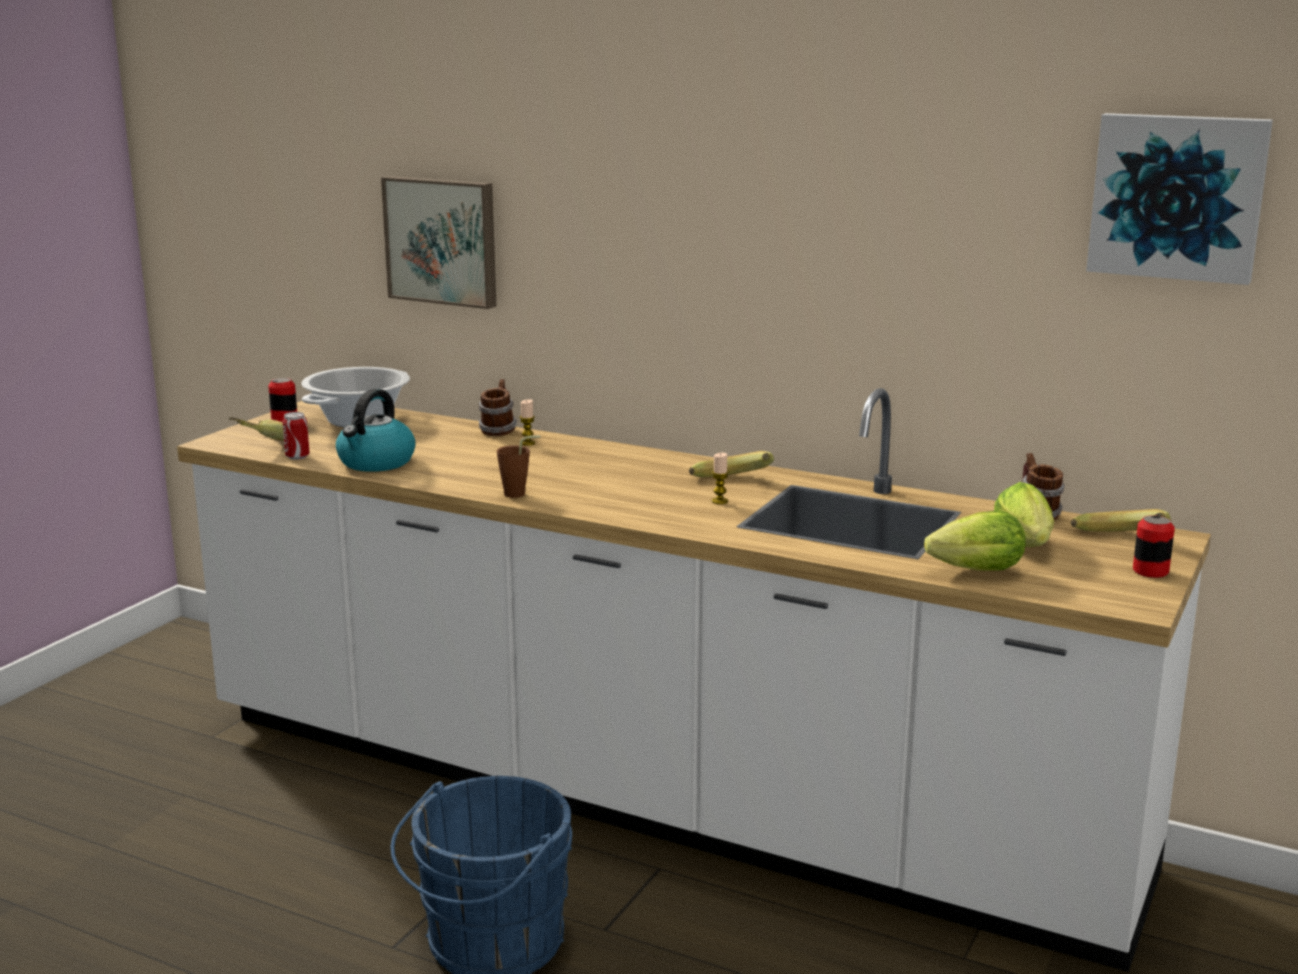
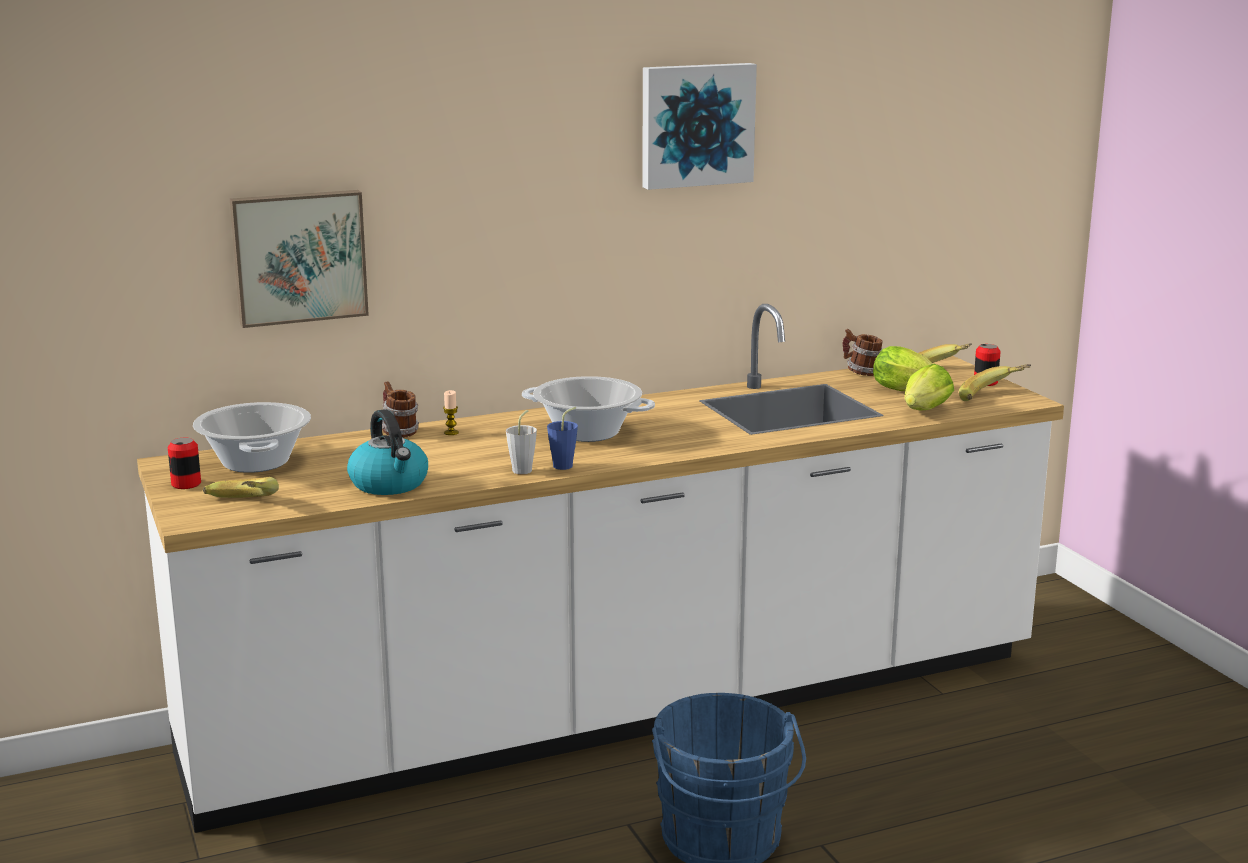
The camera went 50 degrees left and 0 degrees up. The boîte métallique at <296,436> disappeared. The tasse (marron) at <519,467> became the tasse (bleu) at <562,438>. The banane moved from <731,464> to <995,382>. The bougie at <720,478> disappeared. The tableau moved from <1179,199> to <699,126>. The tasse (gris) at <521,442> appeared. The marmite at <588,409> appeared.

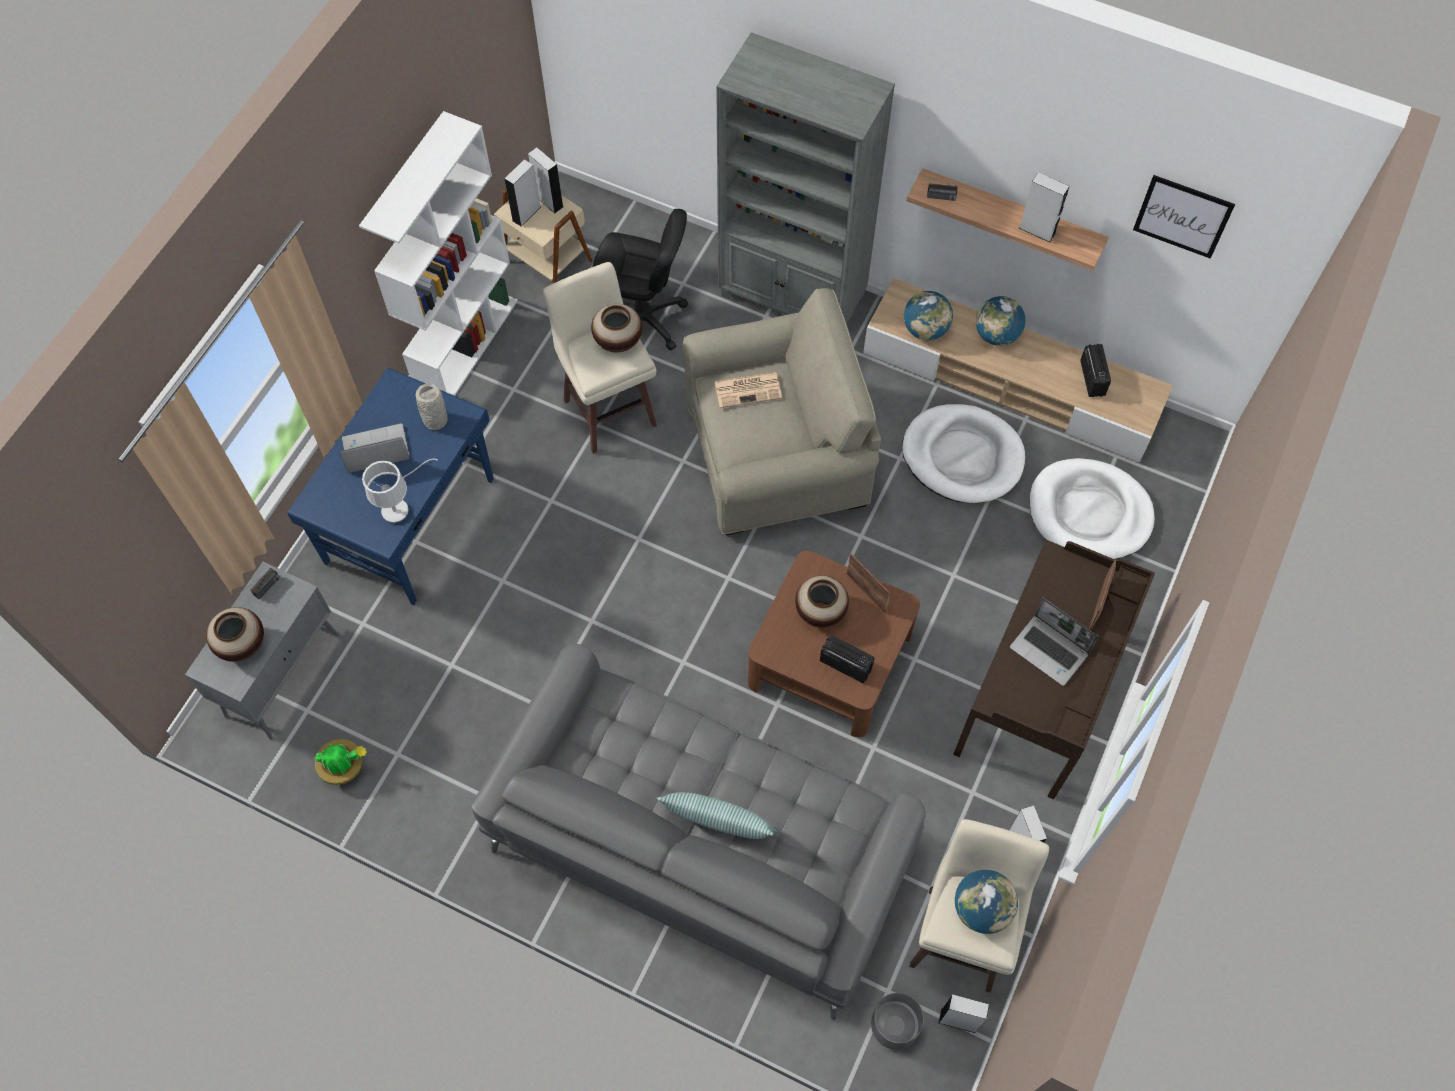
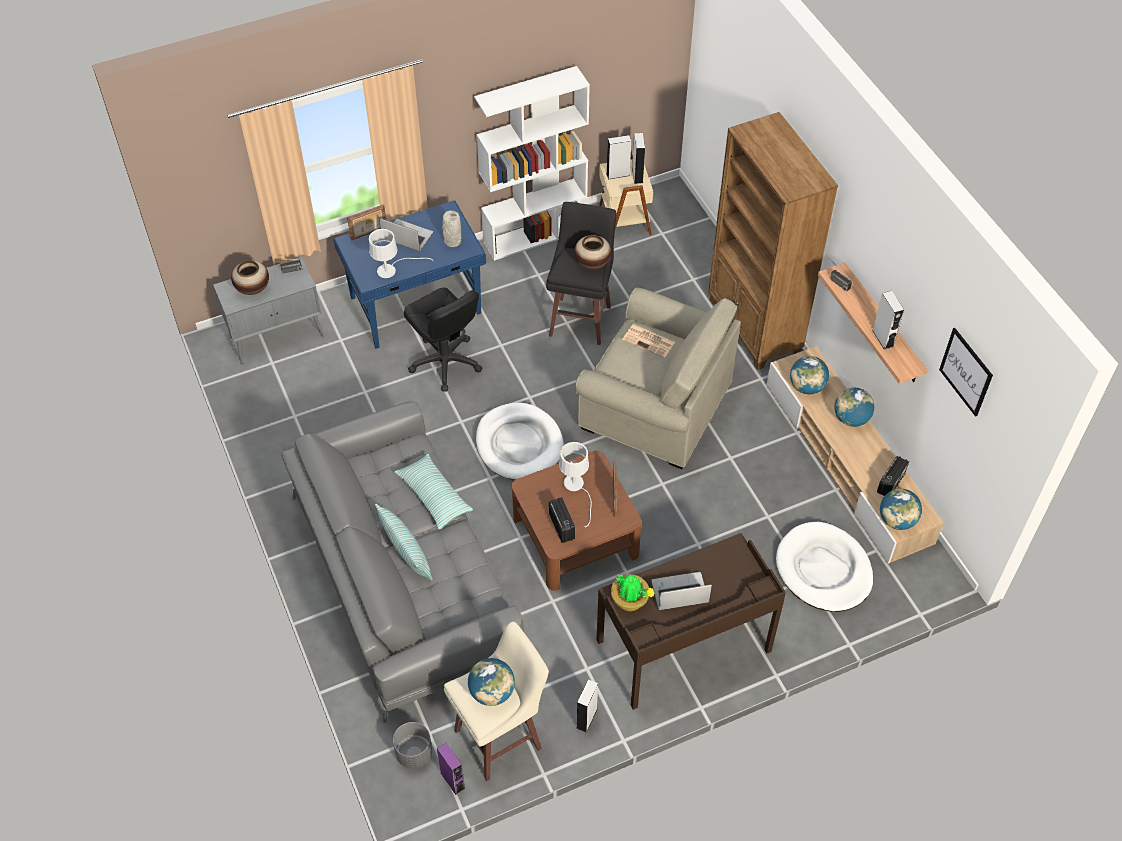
The camera went 40 degrees right and 10 degrees down. The plante en pot moved from <340,762> to <633,592>. The tabouret (beige) at <600,358> became the tabouret (noir) at <581,273>. The chaise de bureau (noir) moved from <640,279> to <443,340>. The bibliothèque (gris) at <805,178> became the bibliothèque (marron) at <773,241>. The vase at <822,601> was replaced by the lampe de table (blanc) at <575,484>. The panier pour chien (blanc) moved from <963,453> to <520,441>. The enceinte (gris) at <964,1013> became the enceinte (violet) at <451,769>. The ordinateur portable at <1054,642> turned 90 degrees clockwise. The cadre photo moved from <1102,595> to <366,222>. The coussin at <433,492> appeared. The globe at <901,509> appeared.

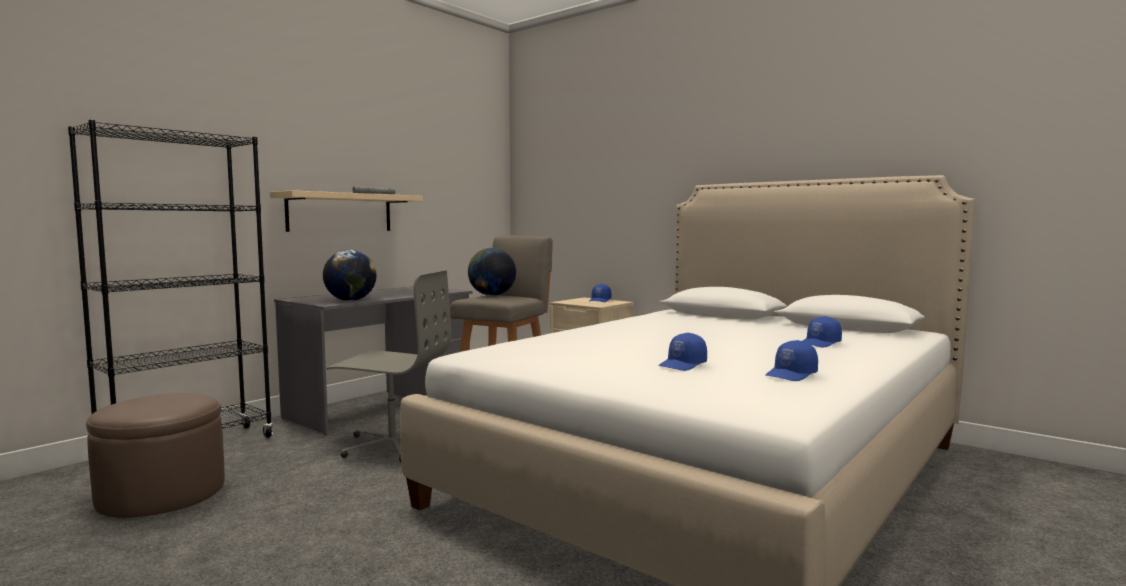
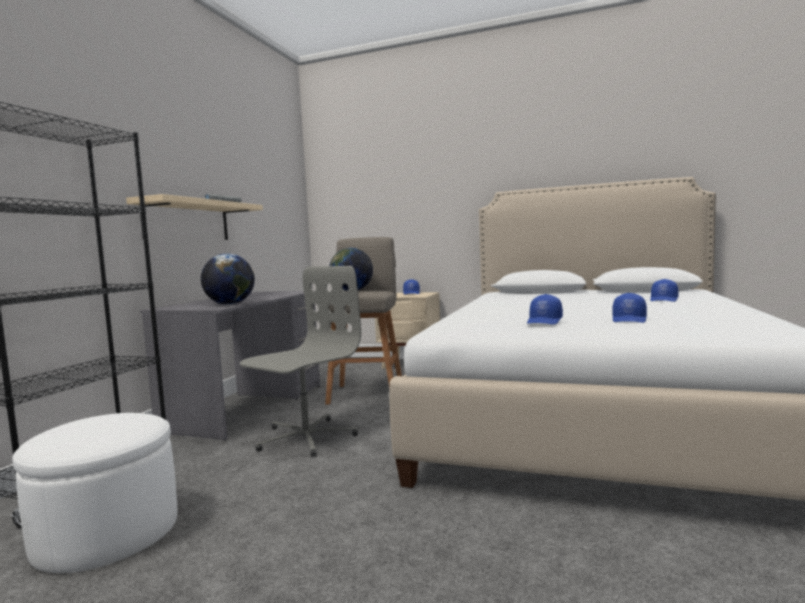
The camera went 20 degrees left and 0 degrees up. The pouf (marron) at <155,455> became the pouf (blanc) at <94,493>. The chaise de bureau (gris) at <388,366> turned 45 degrees counterclockwise. The casquette (bleu) moved from <791,360> to <545,309>.

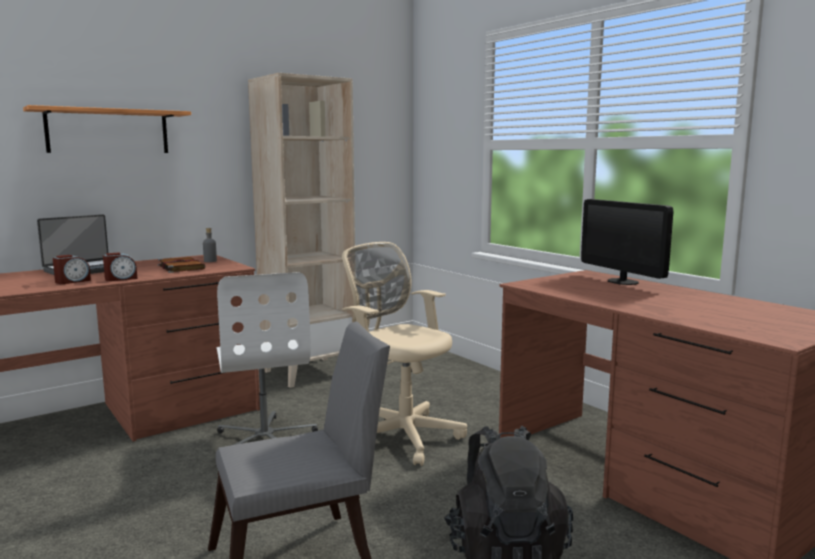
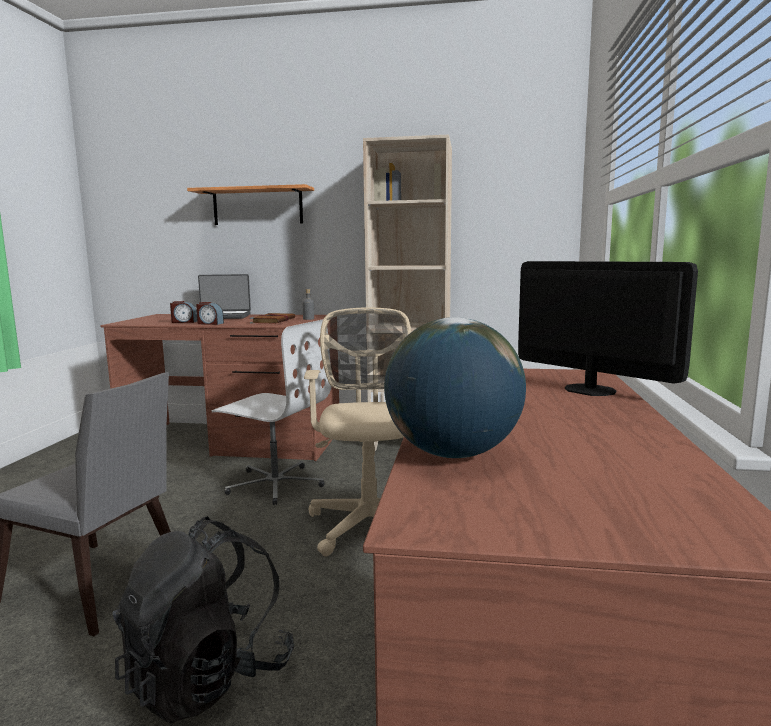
The camera went 45 degrees right and 0 degrees up. The chaise de bureau (blanc) at <267,358> turned 90 degrees counterclockwise. The écran d'ordinateur at <627,242> turned 120 degrees clockwise. The globe at <455,387> appeared.

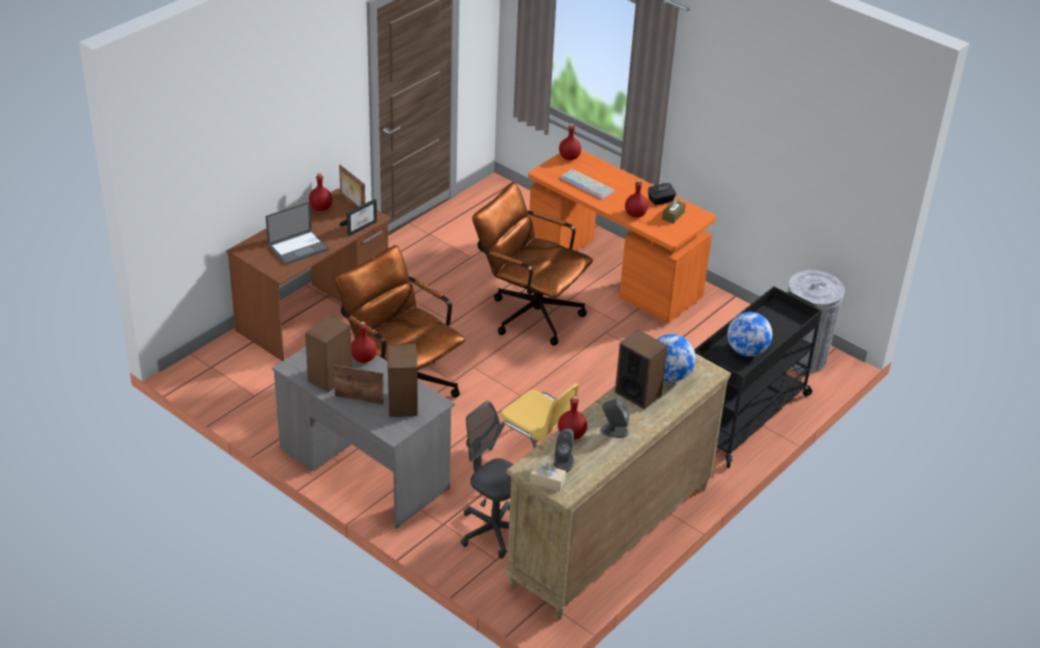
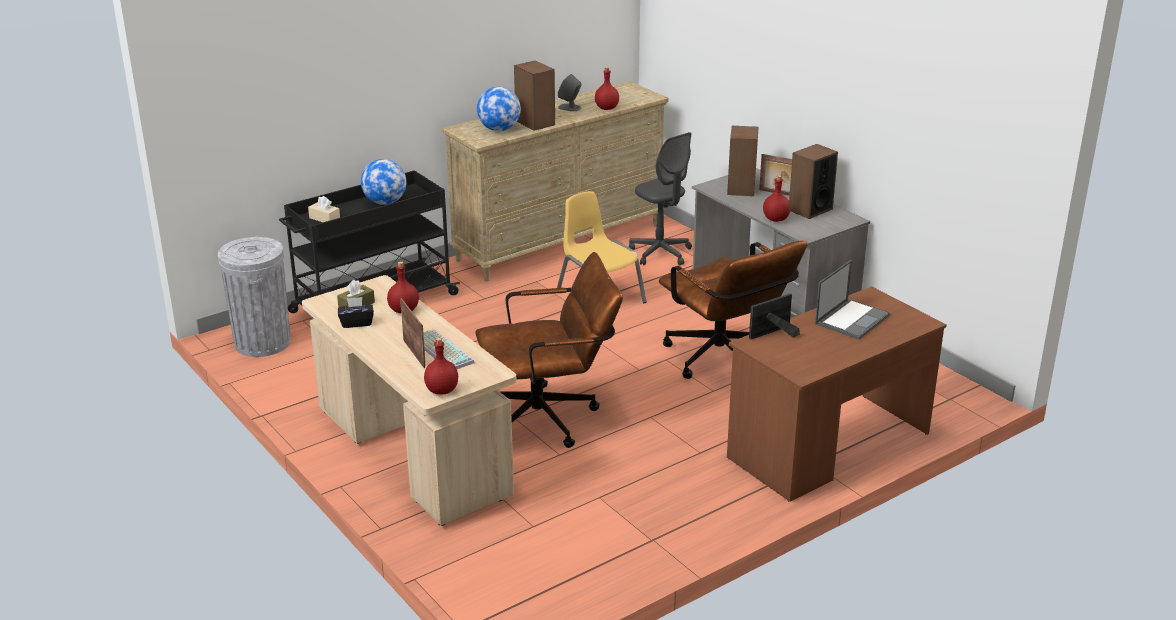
The camera went 165 degrees left and 10 degrees down. The ordinateur portable at <297,233> turned 150 degrees clockwise. The bouteille (rouge) at <320,192> disappeared. The cadre photo moved from <352,186> to <412,333>. The chaise de bureau (marron) at <532,264> turned 60 degrees counterclockwise. The bureau (orange) at <622,236> became the bureau (beige) at <409,400>. The boîte à mouchoirs (beige) moved from <548,477> to <324,209>. The enceinte (gris) at <563,450> disappeared.

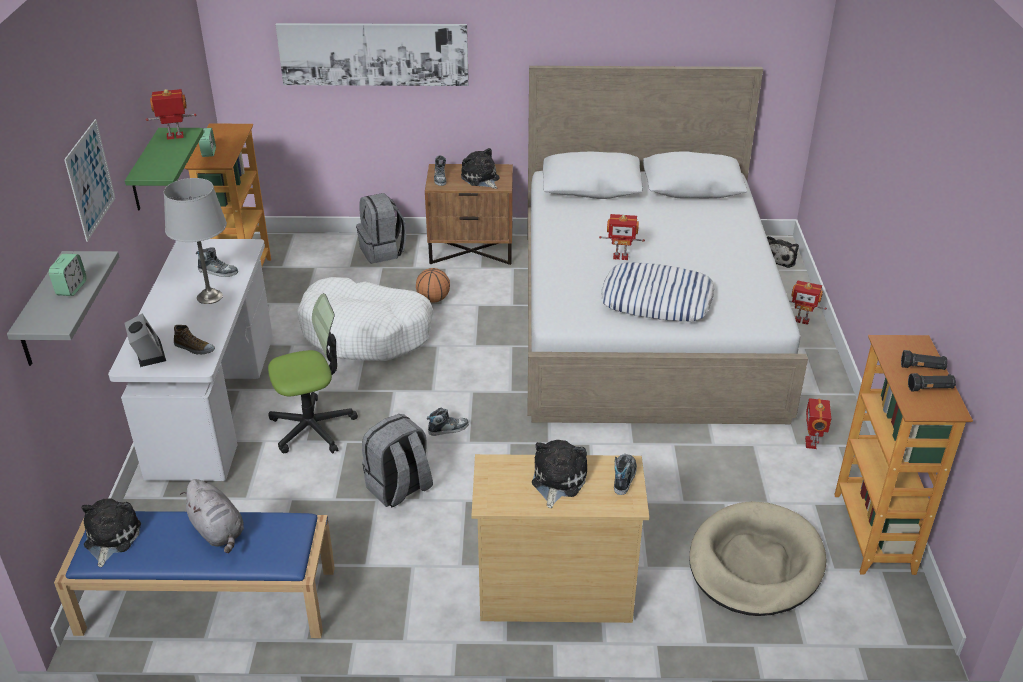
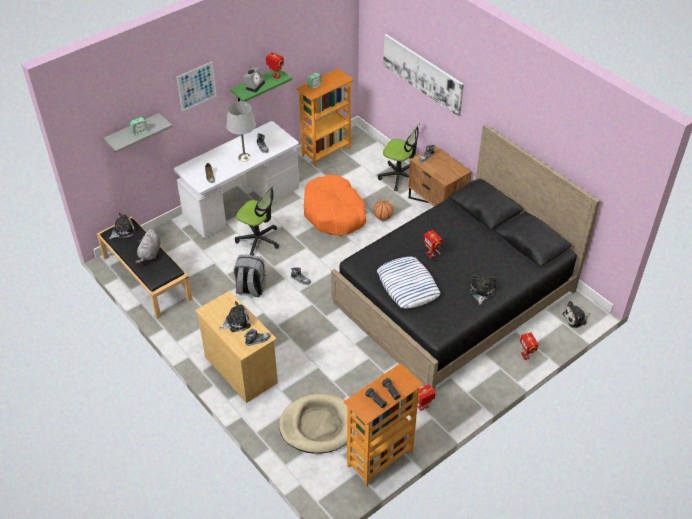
The camera went 50 degrees right and 10 degrees up. The banc (bleu) at <194,574> became the banc (noir) at <145,267>. The réveil moved from <145,340> to <254,80>. The panier pour chien (blanc) at <365,319> became the panier pour chien (orange) at <335,205>. The sac à dos (gris) at <381,228> was replaced by the chaise de bureau at <399,156>. The peluche moved from <480,168> to <483,289>. The lit (blanc) at <667,245> became the lit (noir) at <465,256>.

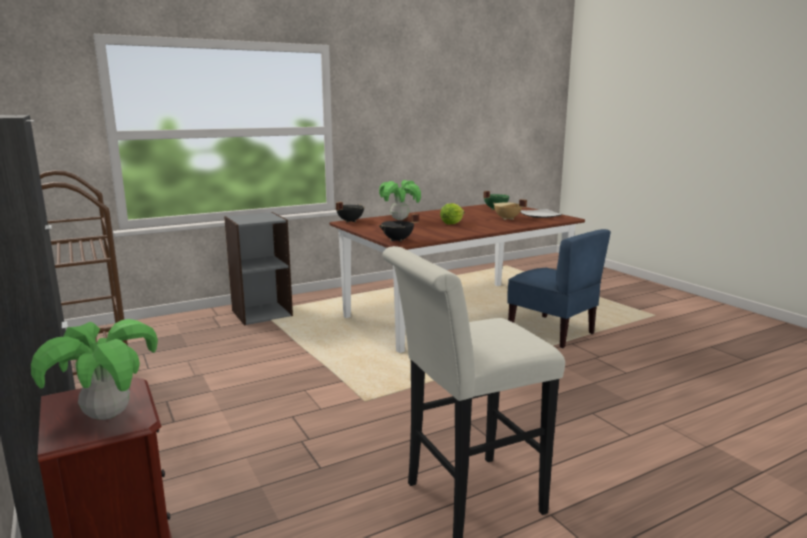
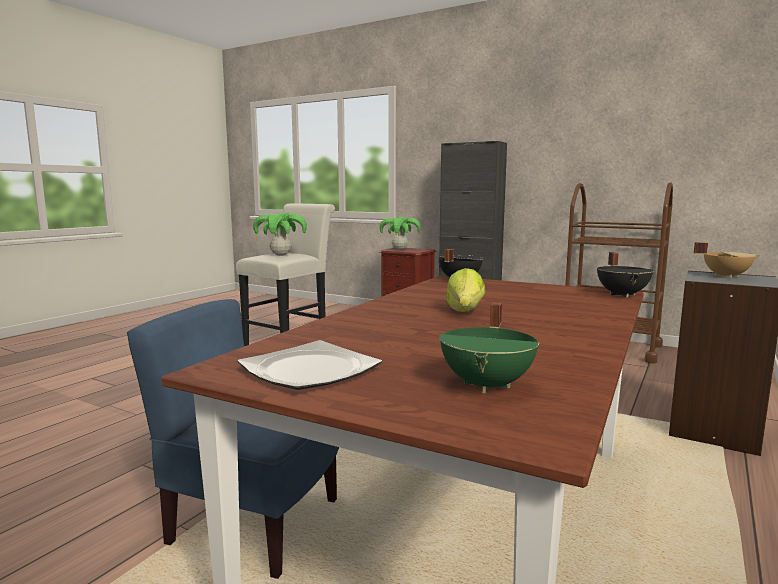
The camera went 150 degrees right and 5 degrees down. The plante en pot moved from <400,200> to <280,234>. The marmite (beige) moved from <510,209> to <727,260>.

